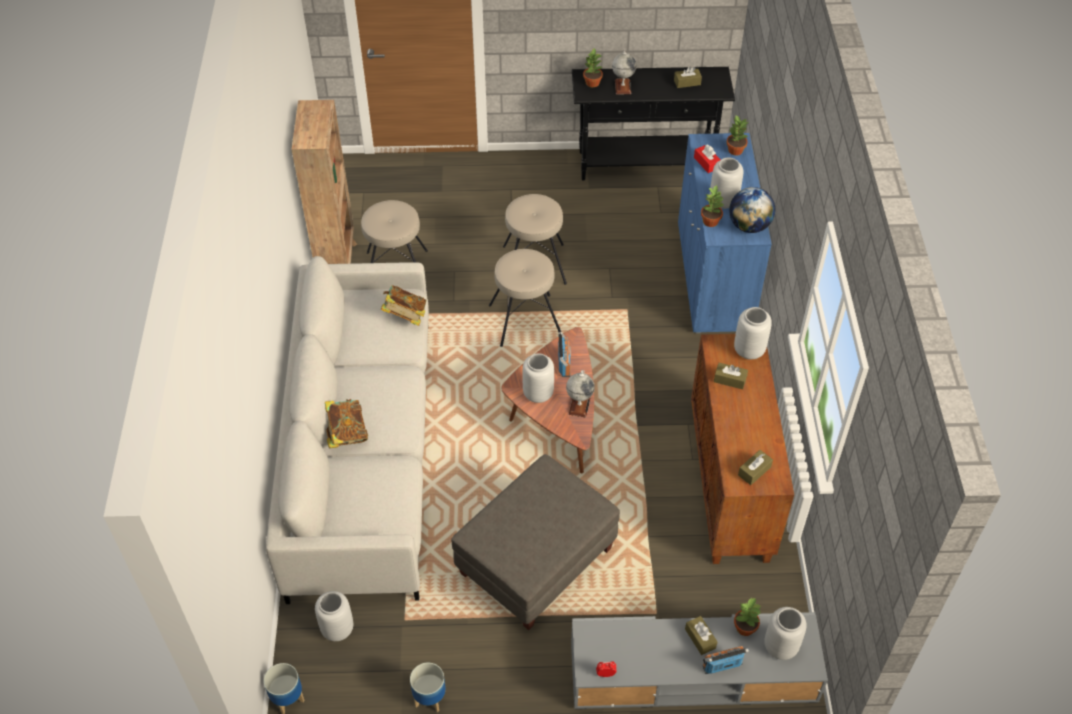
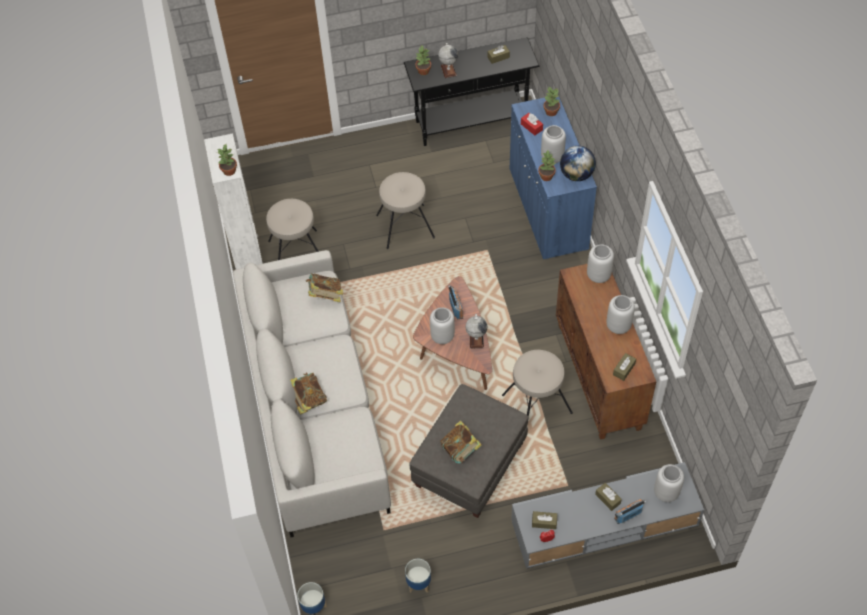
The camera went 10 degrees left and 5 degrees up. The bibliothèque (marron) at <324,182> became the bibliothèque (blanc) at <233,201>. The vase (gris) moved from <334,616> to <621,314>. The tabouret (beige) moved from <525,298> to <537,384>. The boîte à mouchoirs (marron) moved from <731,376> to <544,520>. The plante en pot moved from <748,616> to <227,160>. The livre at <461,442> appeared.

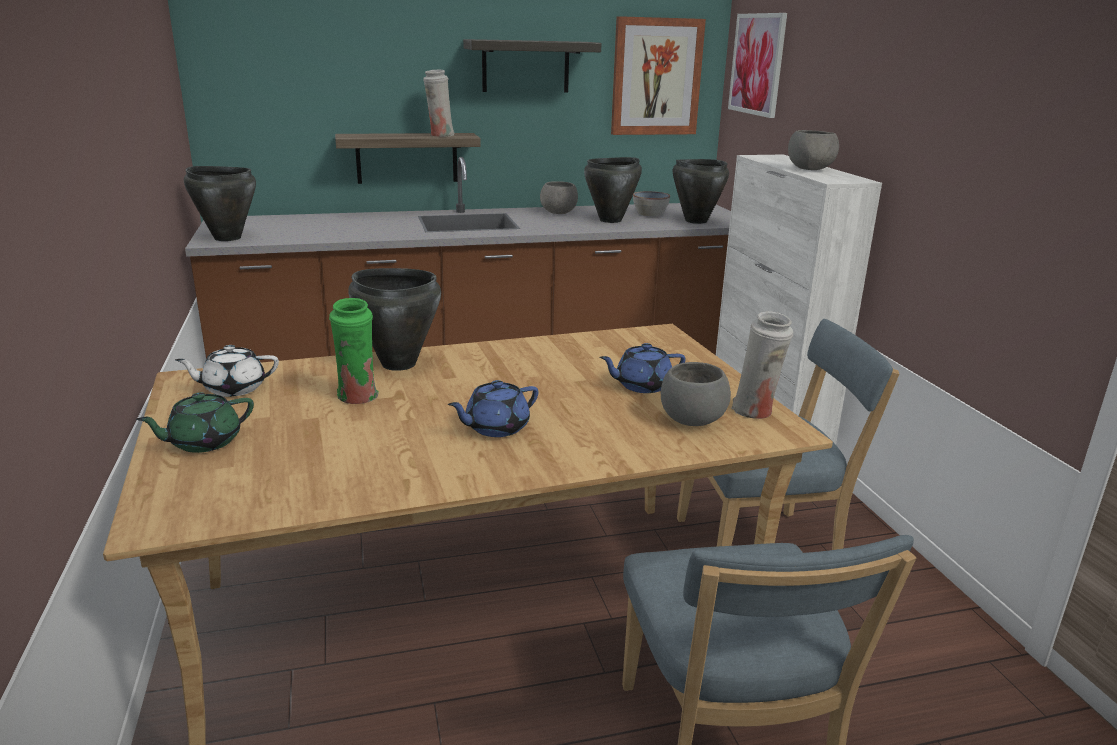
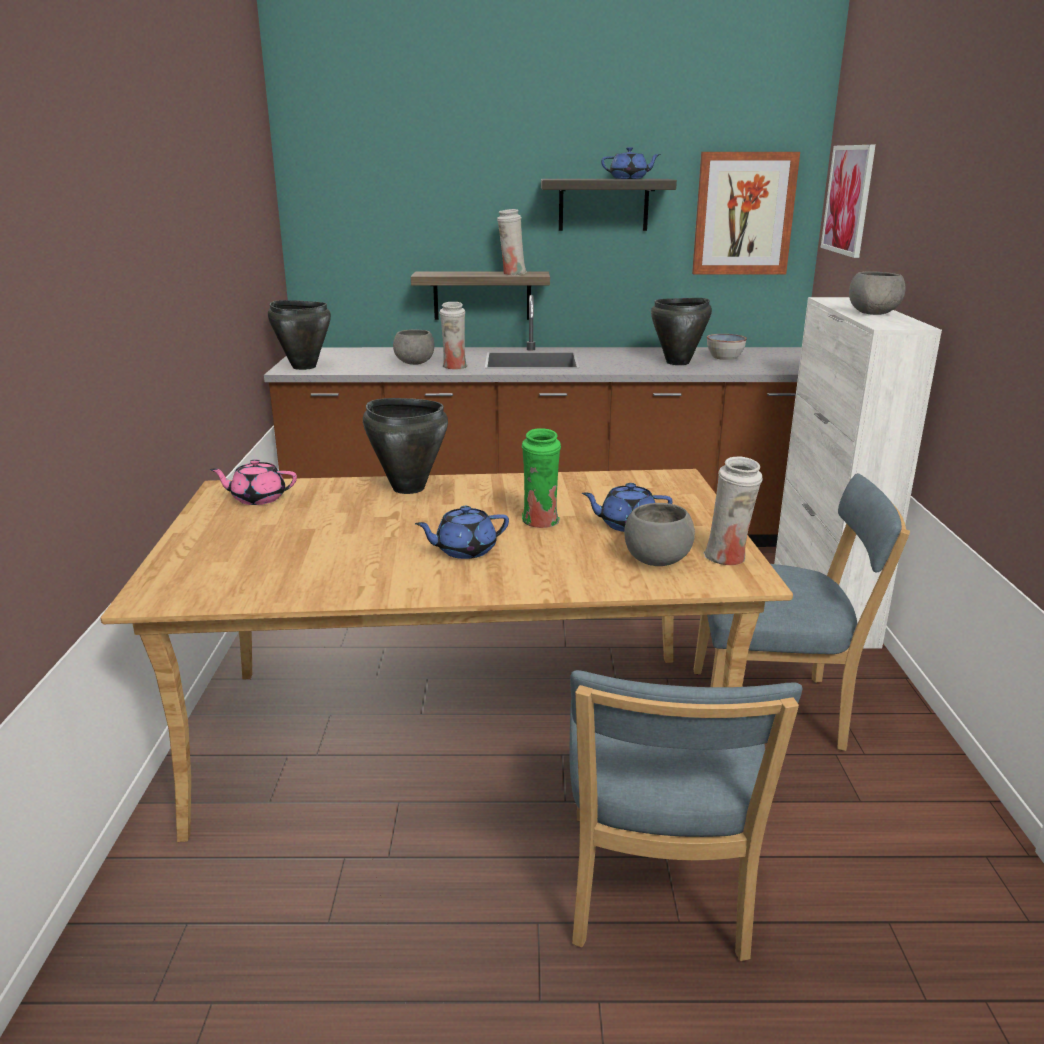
The camera went 15 degrees right and 0 degrees up. The théière (vert) at <195,422> disappeared. The théière (blanc) at <227,371> became the théière (rose) at <253,482>. The vase (vert) moved from <354,351> to <541,478>. The bol (gris) moved from <559,197> to <413,347>. The marmite (noir) at <701,191> disappeared. The vase (blanc) at <454,335> appeared. The théière (bleu) at <631,163> appeared.

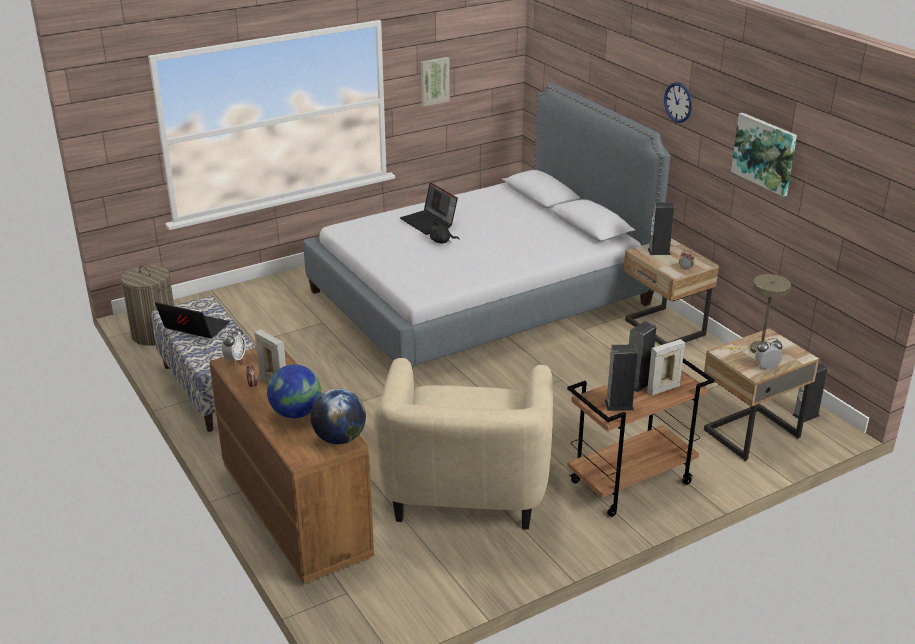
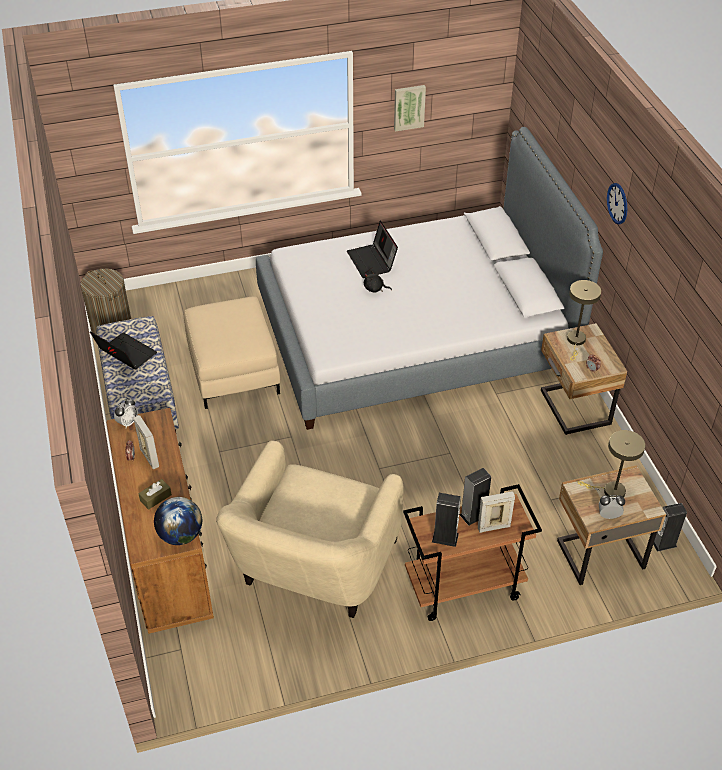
The camera went 15 degrees right and 15 degrees up. The globe at <294,391> was replaced by the boîte à mouchoirs (marron) at <155,494>. The enceinte at <661,228> was replaced by the lampe de table (beige) at <584,320>. The tableau at <764,155> disappeared. The pouf (beige) at <232,352> appeared.

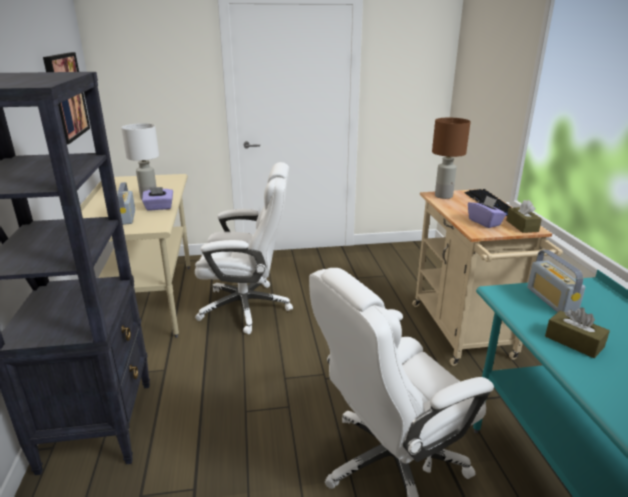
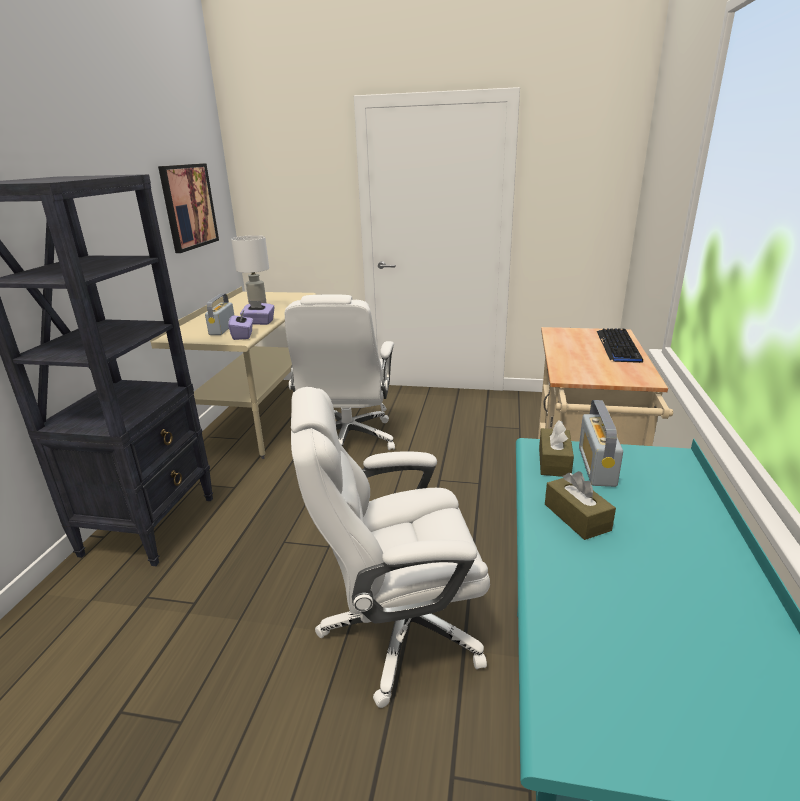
The camera went 20 degrees right and 0 degrees up. The chaise de bureau (blanc) at <244,248> turned 75 degrees clockwise. The lampe de table (marron) at <451,158> disappeared. The boîte à mouchoirs (violet) moved from <487,212> to <240,325>. The boîte à mouchoirs (marron) moved from <524,216> to <556,448>.

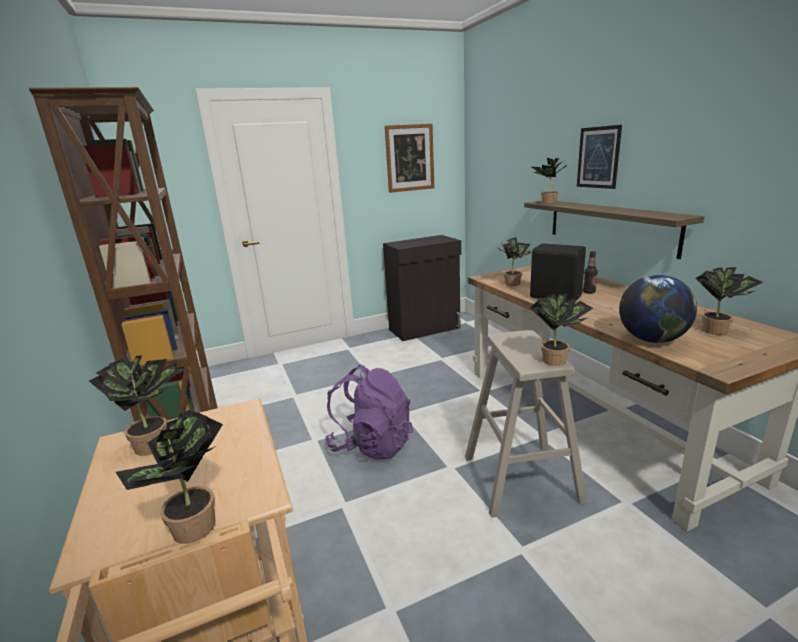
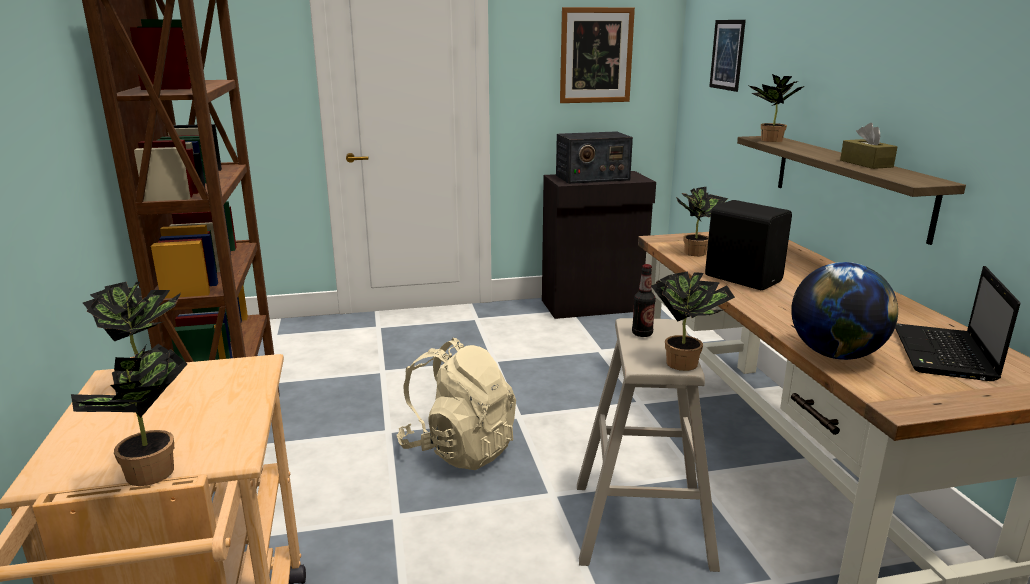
The camera went 10 degrees right and 0 degrees up. The sac à dos (violet) at <369,412> became the sac à dos (beige) at <456,404>. The tableau moved from <599,157> to <727,56>. The bouteille moved from <590,272> to <644,300>. The plante en pot at <729,301> was replaced by the ordinateur portable at <957,323>. The radio at <594,157> appeared. The boîte à mouchoirs (marron) at <868,146> appeared.

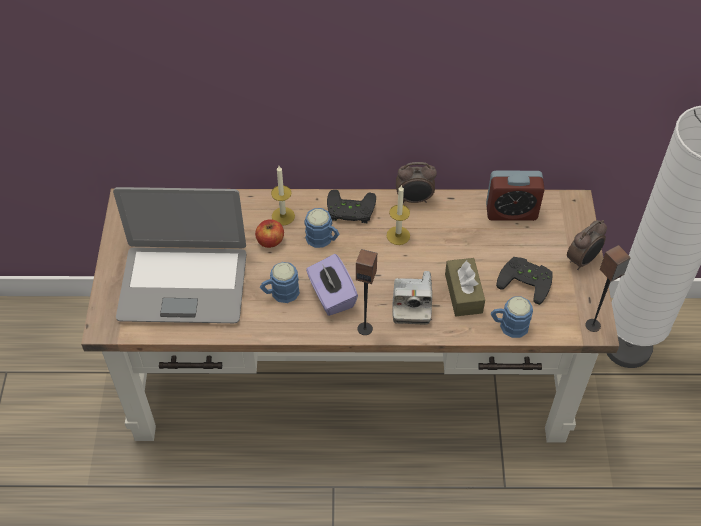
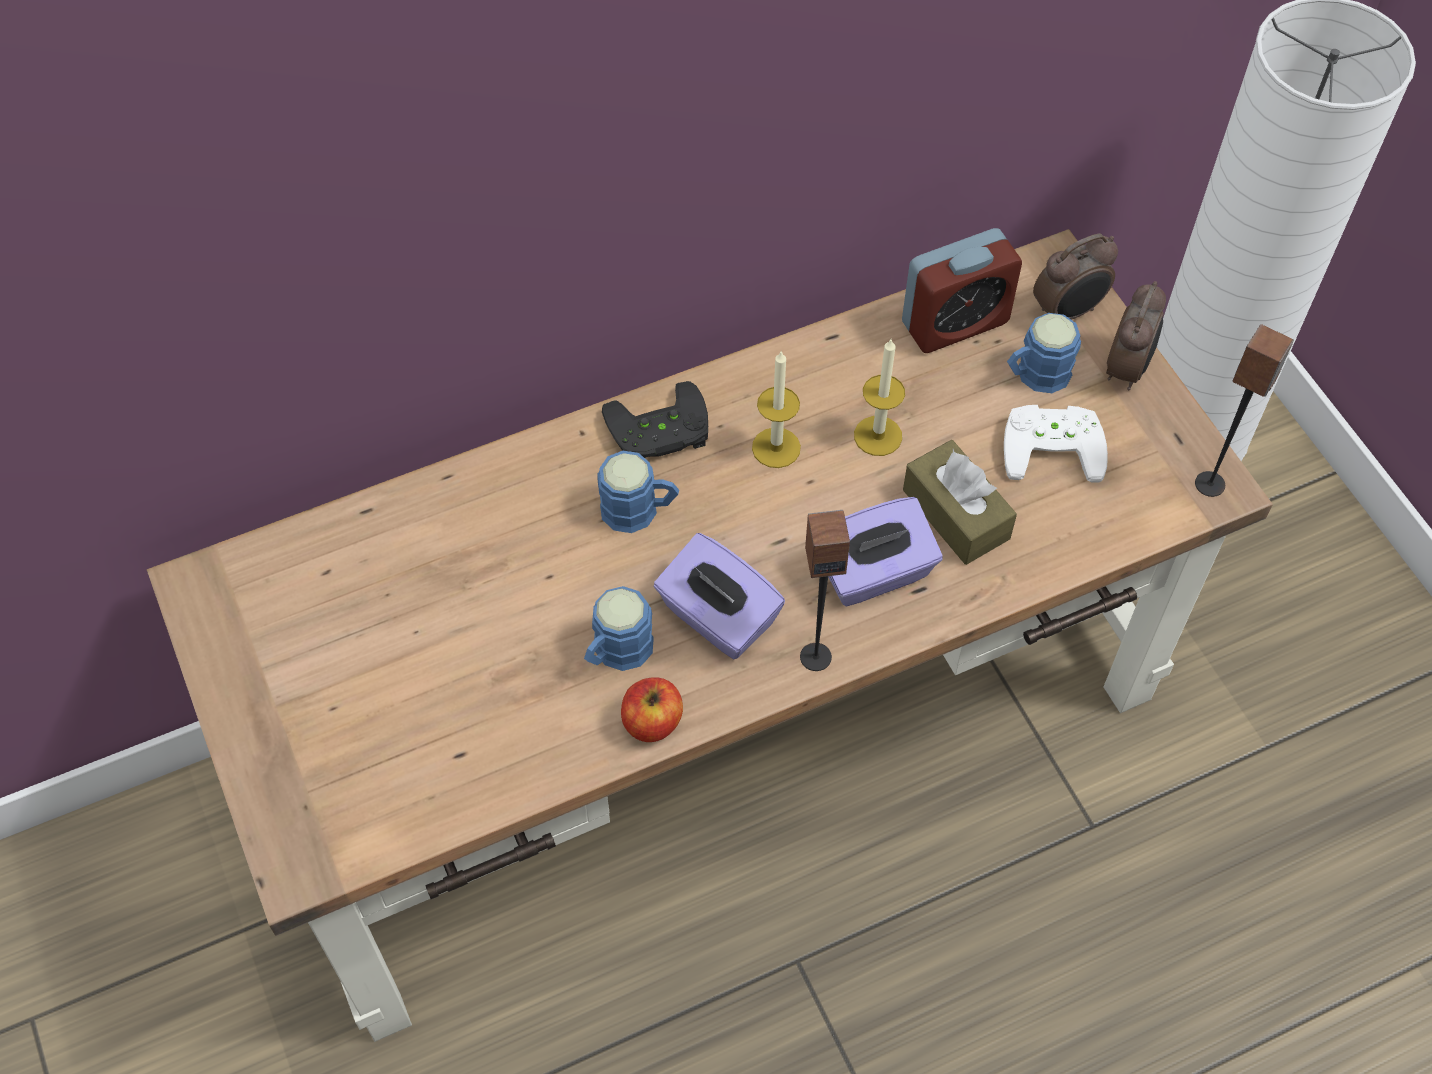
The camera went 25 degrees left and 5 degrees up. The ordinateur portable at <179,255> disappeared. The pomme moved from <269,233> to <652,709>. The bougie moved from <283,195> to <879,397>. The appareil photo at <412,298> was replaced by the boîte à mouchoirs (violet) at <885,551>. The réveil moved from <416,182> to <1075,276>. The mug (bleu) moved from <512,317> to <1044,353>. The manette (noir) at <524,281> became the manette (blanc) at <1056,444>.

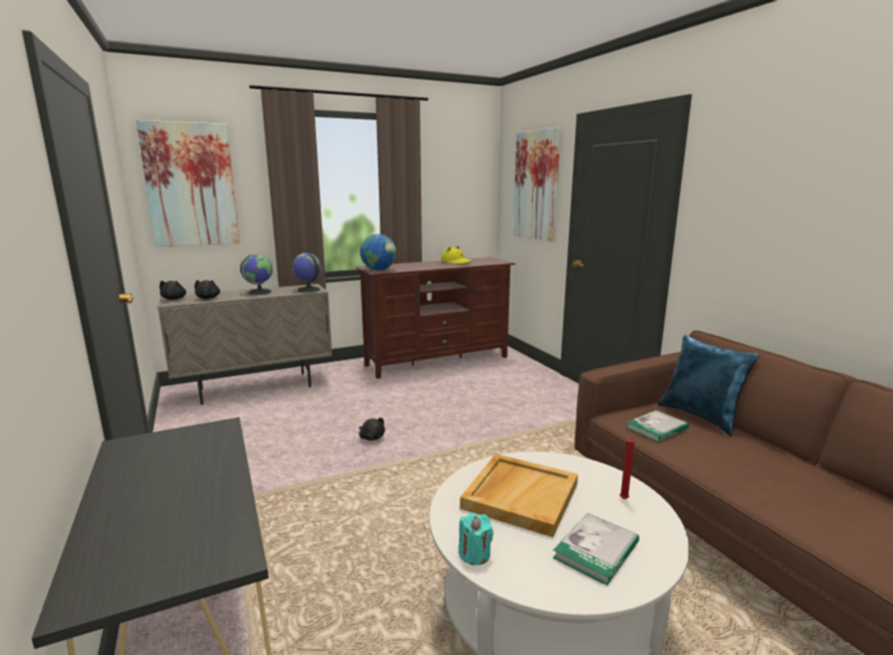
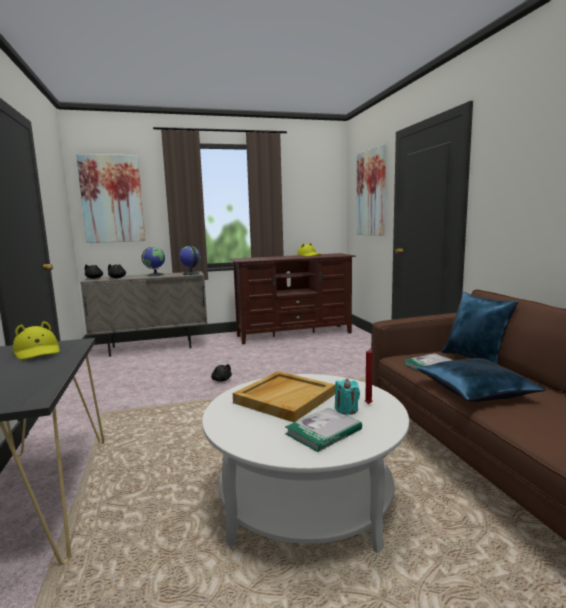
The camera went 10 degrees right and 5 degrees down. The globe at <378,252> disappeared. The bougie (turquoise) moved from <475,539> to <347,397>. The chapeau (jaune) at <36,340> appeared. The coussin (bleu) at <481,380> appeared.

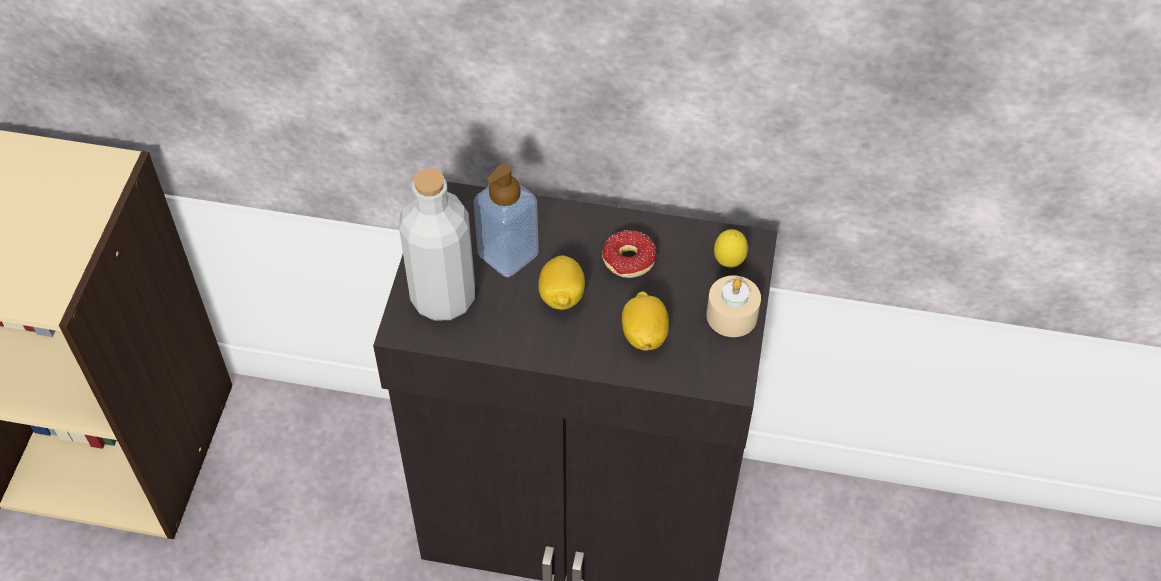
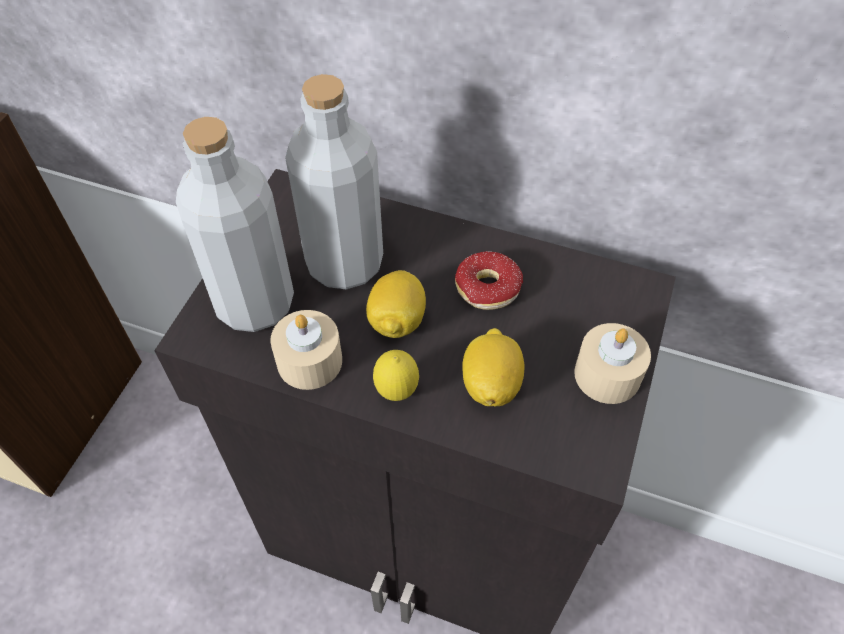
The camera went 10 degrees right and 0 degrees up. The distributeur de savon at <506,220> was replaced by the bouteille (gris) at <334,181>. The citron moved from <731,248> to <396,375>. The bougie (beige) at <306,350> appeared.

